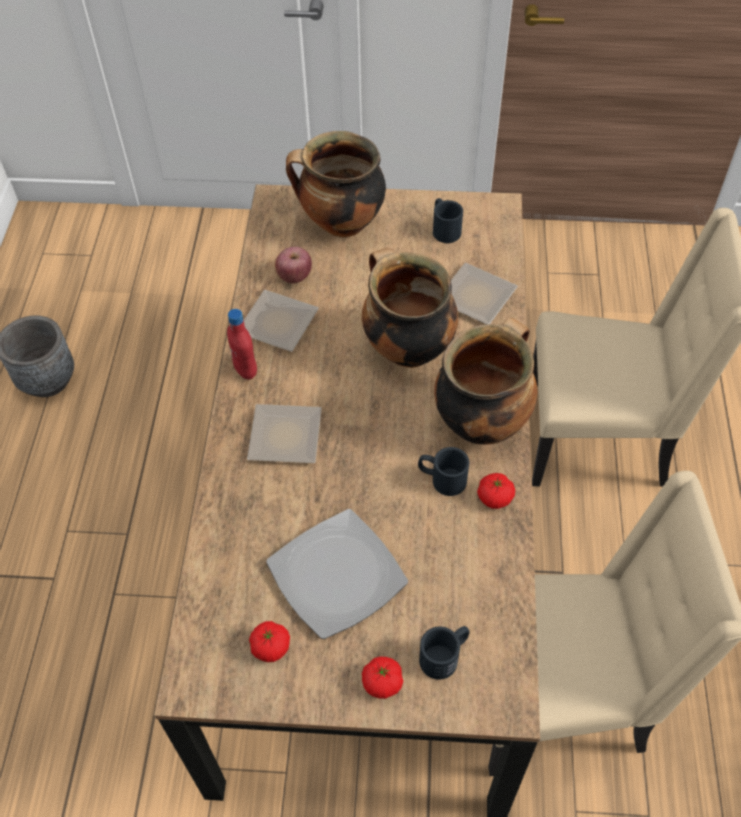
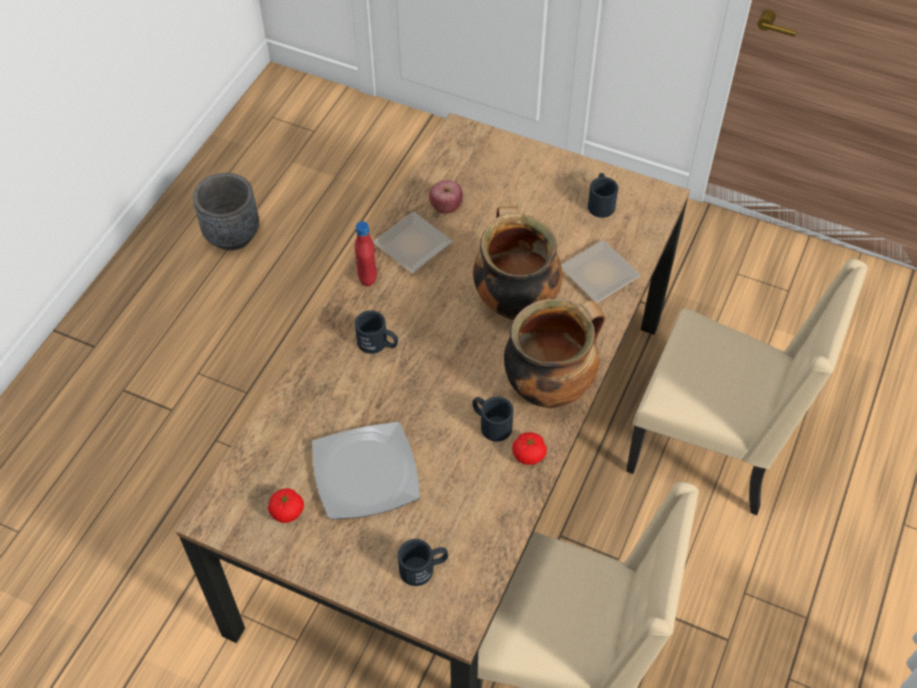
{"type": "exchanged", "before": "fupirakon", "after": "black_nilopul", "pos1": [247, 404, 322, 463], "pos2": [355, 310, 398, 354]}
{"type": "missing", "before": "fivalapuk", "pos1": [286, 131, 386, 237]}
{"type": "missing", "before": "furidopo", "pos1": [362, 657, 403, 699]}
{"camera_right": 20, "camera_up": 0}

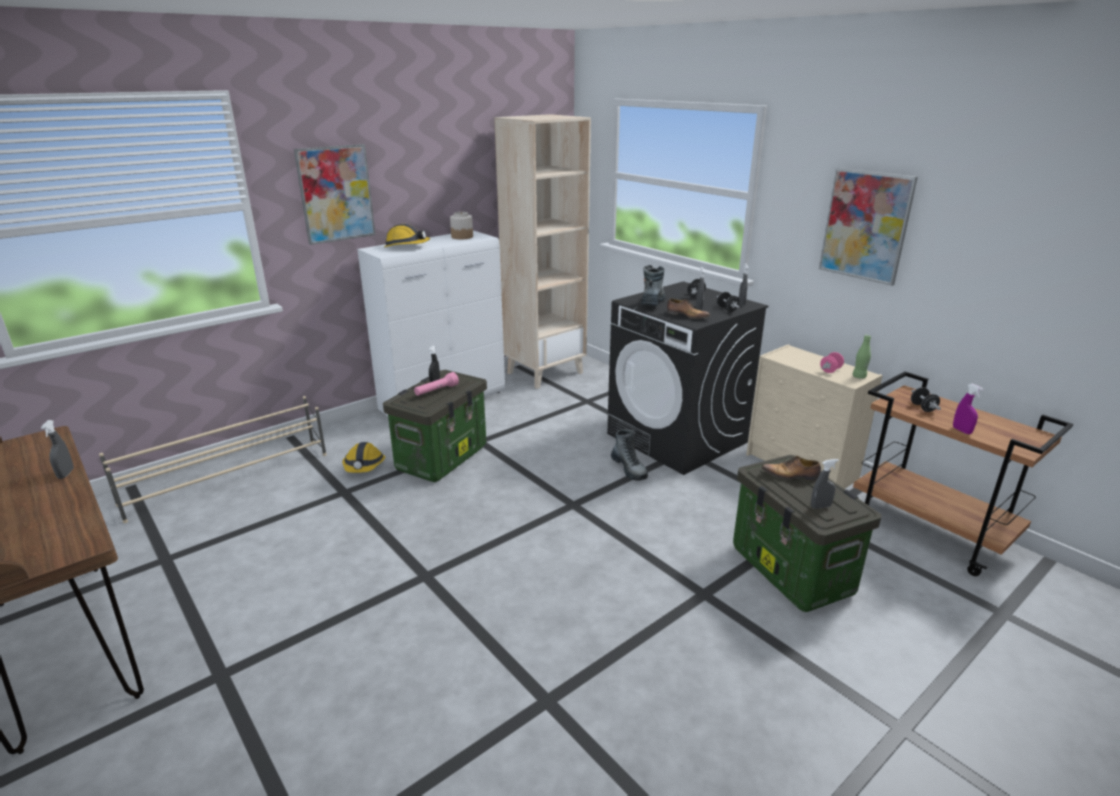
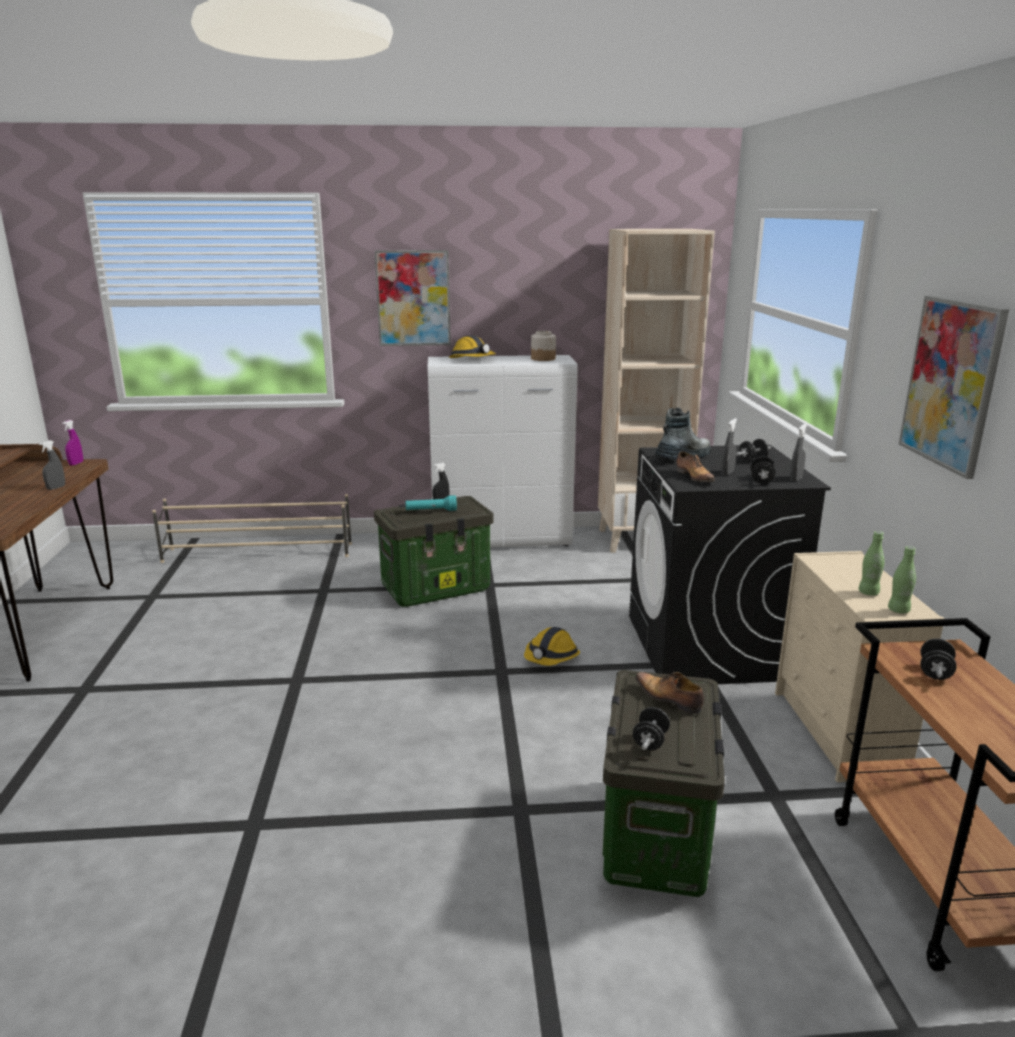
{"type": "relocated", "before": "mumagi", "pos1": [342, 442, 385, 473], "pos2": [524, 627, 580, 666]}
{"type": "colour", "before": "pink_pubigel", "after": "turquoise_pubigel", "pos1": [414, 372, 459, 396], "pos2": [405, 495, 457, 511]}
{"type": "missing", "before": "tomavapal", "pos1": [611, 429, 648, 481]}
{"type": "exchanged", "before": "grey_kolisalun", "after": "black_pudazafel", "pos1": [811, 459, 839, 509], "pos2": [633, 707, 670, 750]}
{"type": "exchanged", "before": "pink_pudazafel", "after": "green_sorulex", "pos1": [820, 352, 844, 373], "pos2": [859, 531, 884, 596]}
{"type": "relocated", "before": "purple_kolisalun", "pos1": [953, 384, 983, 434], "pos2": [62, 420, 83, 466]}
{"camera_right": 35, "camera_up": -5}

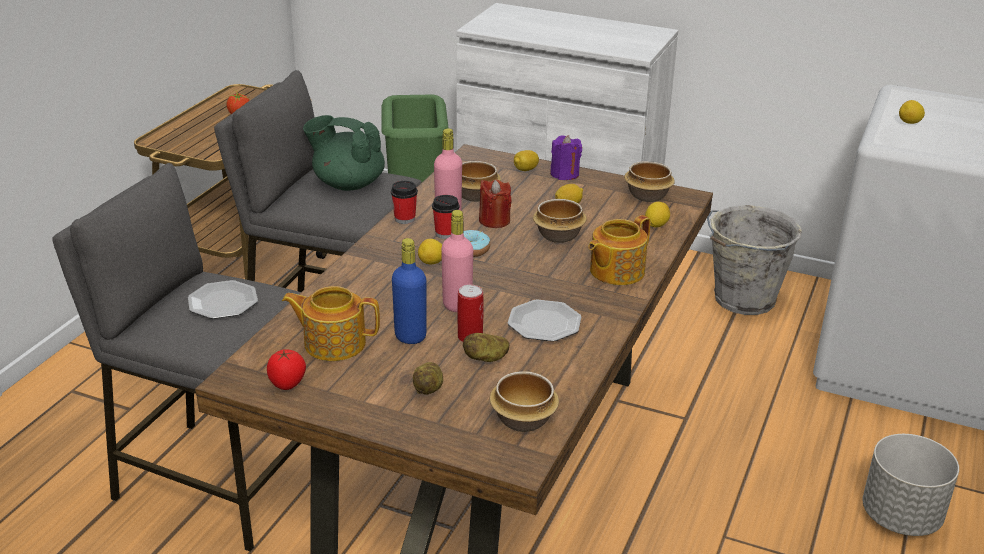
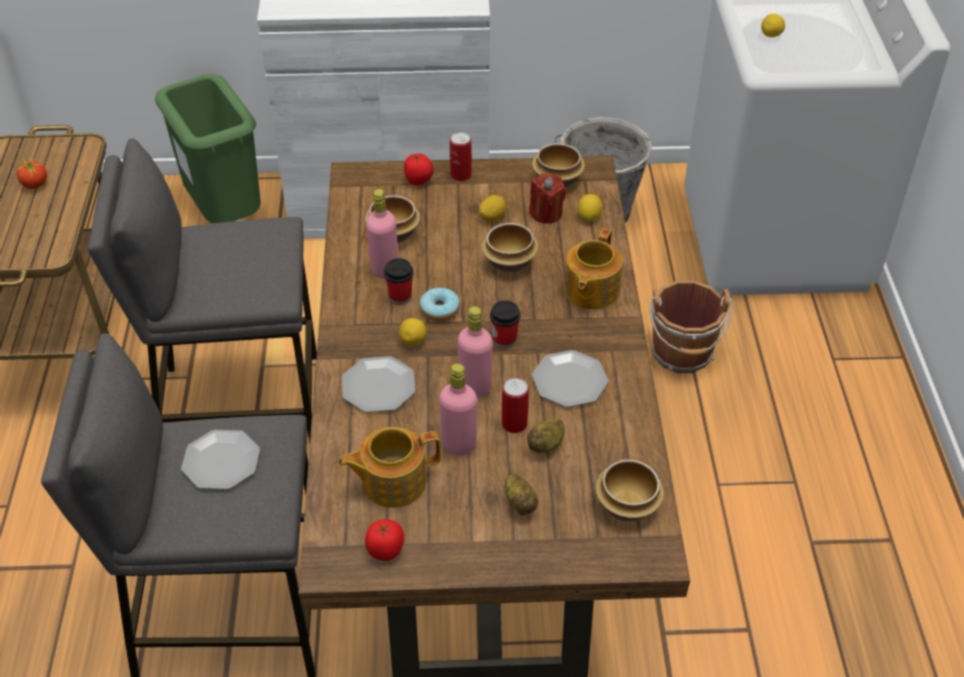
{"type": "missing", "before": "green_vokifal", "pos1": [303, 115, 385, 191]}
{"type": "relocated", "before": "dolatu", "pos1": [391, 181, 418, 224], "pos2": [490, 300, 520, 348]}
{"type": "colour", "before": "blue_sorulex", "after": "pink_sorulex", "pos1": [392, 238, 426, 344], "pos2": [439, 363, 477, 455]}
{"type": "relocated", "before": "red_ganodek", "pos1": [479, 180, 512, 228], "pos2": [529, 173, 566, 224]}
{"type": "exchanged", "before": "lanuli", "after": "furidopo", "pos1": [514, 150, 539, 171], "pos2": [404, 153, 434, 185]}
{"type": "exchanged", "before": "purple_ganodek", "after": "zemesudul", "pos1": [550, 135, 582, 180], "pos2": [450, 132, 472, 181]}
{"type": "missing", "before": "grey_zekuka", "pos1": [862, 434, 959, 536]}
{"type": "appeared", "after": "fupirakon", "pos2": [342, 356, 415, 413]}
{"type": "appeared", "after": "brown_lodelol", "pos2": [650, 281, 733, 373]}
{"camera_right": -25, "camera_up": 15}

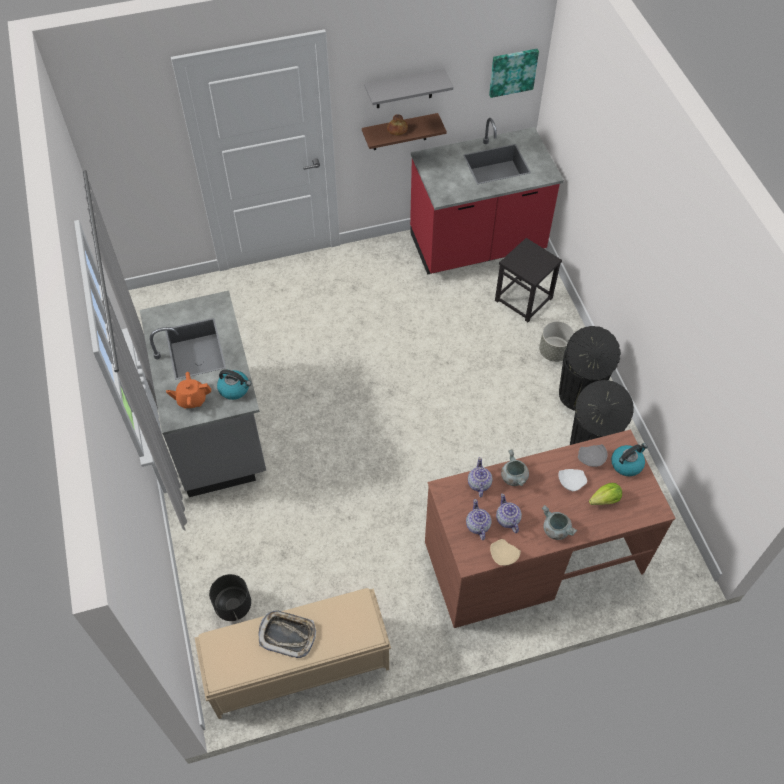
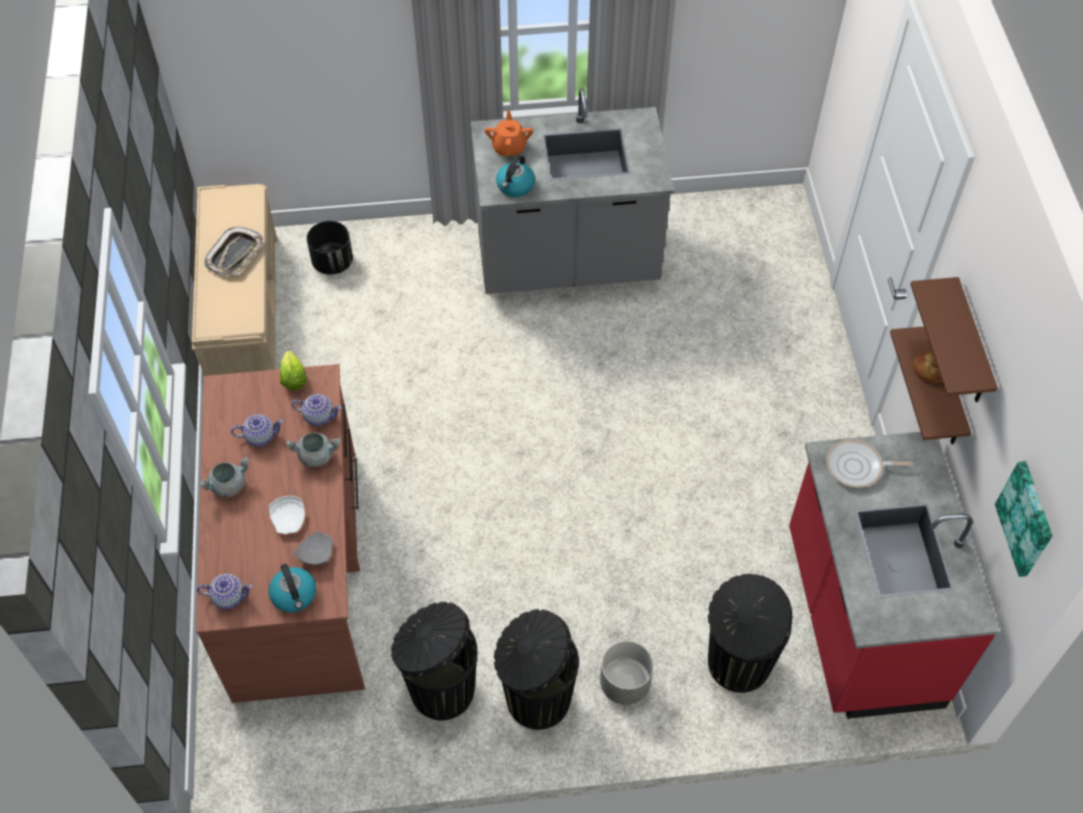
{"type": "colour", "before": "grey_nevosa", "after": "brown_nevosa", "pos1": [364, 69, 453, 108], "pos2": [910, 277, 998, 402]}
{"type": "relocated", "before": "vokifal", "pos1": [466, 499, 491, 540], "pos2": [197, 574, 253, 609]}
{"type": "missing", "before": "beige_fupirakon", "pos1": [490, 539, 521, 566]}
{"type": "exchanged", "before": "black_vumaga", "after": "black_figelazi", "pos1": [495, 238, 562, 322], "pos2": [708, 574, 792, 693]}
{"type": "relocated", "before": "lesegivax", "pos1": [589, 483, 622, 505], "pos2": [280, 351, 307, 391]}
{"type": "appeared", "after": "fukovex", "pos2": [826, 439, 913, 488]}
{"camera_right": 100, "camera_up": 0}

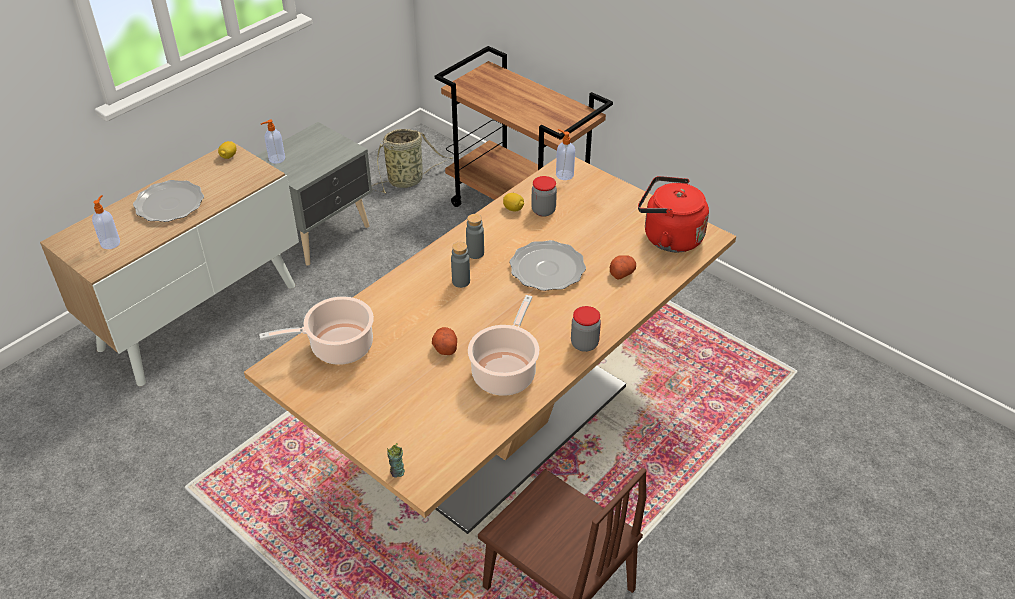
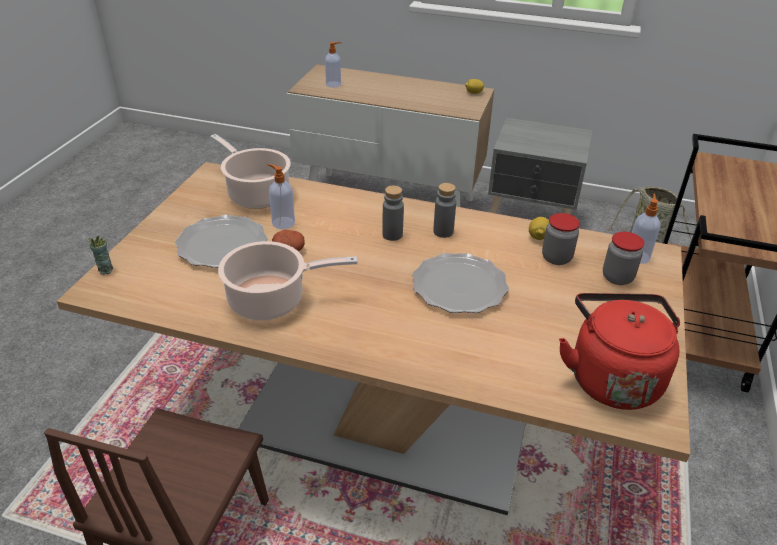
{"type": "relocated", "before": "fupirakon", "pos1": [133, 180, 204, 222], "pos2": [175, 215, 267, 268]}
{"type": "relocated", "before": "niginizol", "pos1": [261, 120, 285, 163], "pos2": [267, 164, 295, 229]}
{"type": "relocated", "before": "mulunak", "pos1": [571, 306, 601, 352], "pos2": [603, 232, 645, 285]}
{"type": "missing", "before": "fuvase", "pos1": [610, 255, 636, 280]}
{"camera_right": 65, "camera_up": -5}

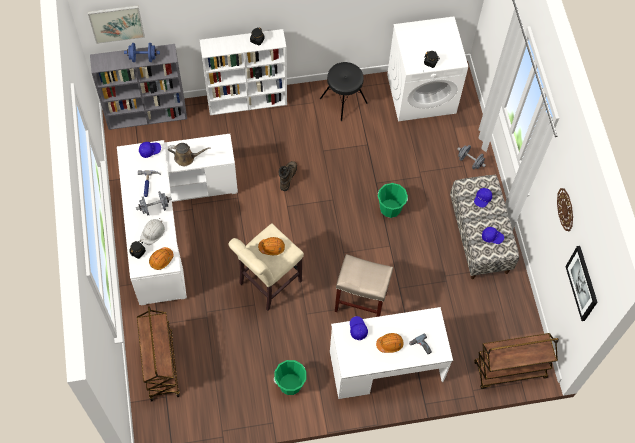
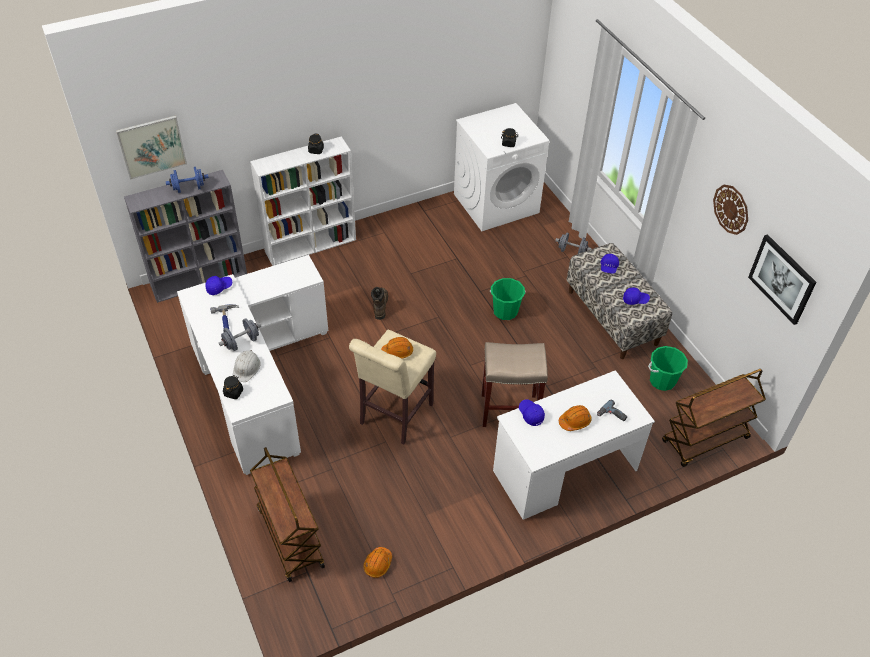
{"type": "relocated", "before": "orange_mumagi", "pos1": [149, 247, 174, 270], "pos2": [363, 547, 392, 578]}
{"type": "missing", "before": "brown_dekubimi", "pos1": [168, 143, 210, 166]}
{"type": "relocated", "before": "green_lodelol", "pos1": [274, 360, 306, 395], "pos2": [648, 346, 688, 391]}
{"type": "missing", "before": "black_vumaga", "pos1": [320, 62, 368, 121]}
{"camera_right": -15, "camera_up": -15}

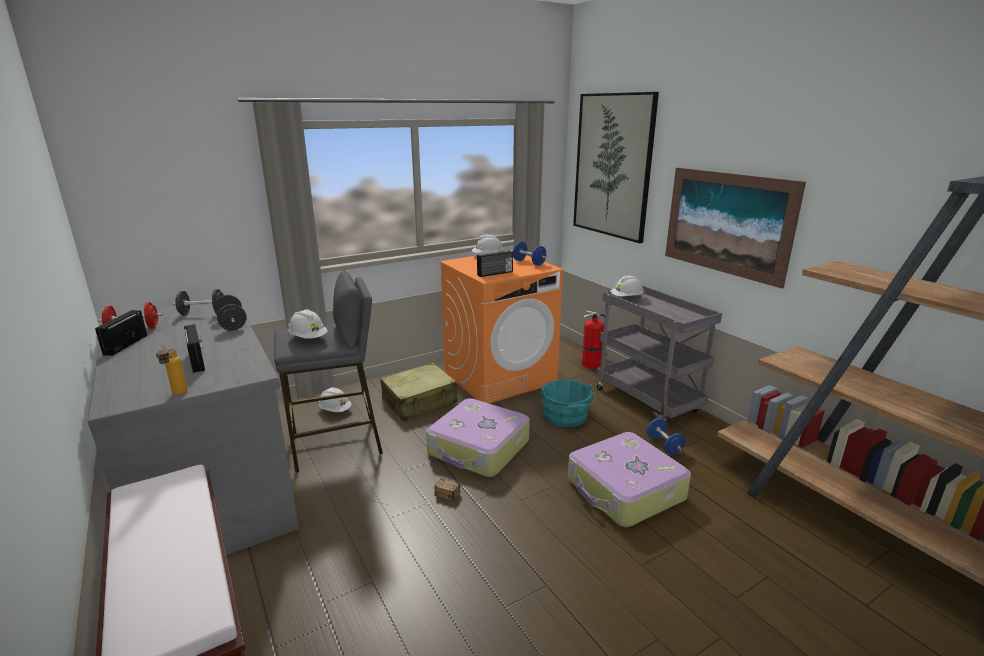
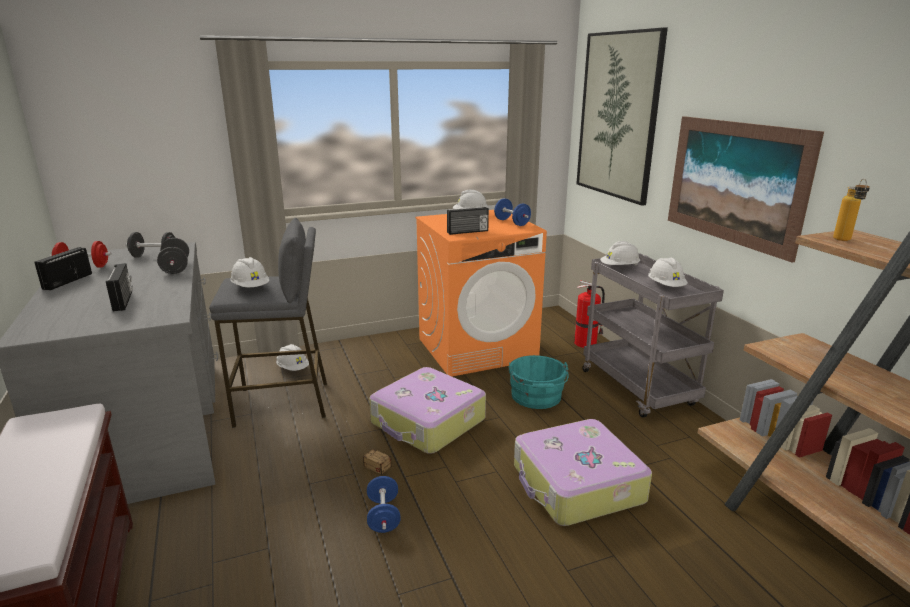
{"type": "relocated", "before": "sorulex", "pos1": [156, 345, 188, 395], "pos2": [833, 178, 870, 241]}
{"type": "missing", "before": "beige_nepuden", "pos1": [380, 363, 458, 421]}
{"type": "relocated", "before": "blue_pudazafel", "pos1": [647, 418, 686, 455], "pos2": [367, 476, 401, 533]}
{"type": "appeared", "after": "white_mumagi", "pos2": [648, 258, 688, 287]}
{"camera_right": 10, "camera_up": 0}

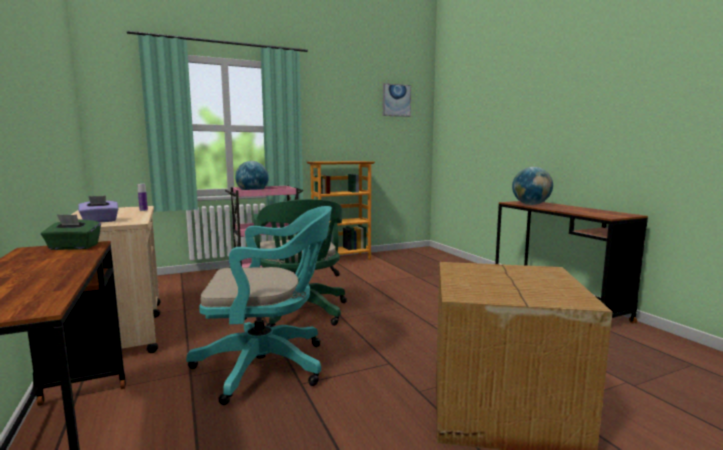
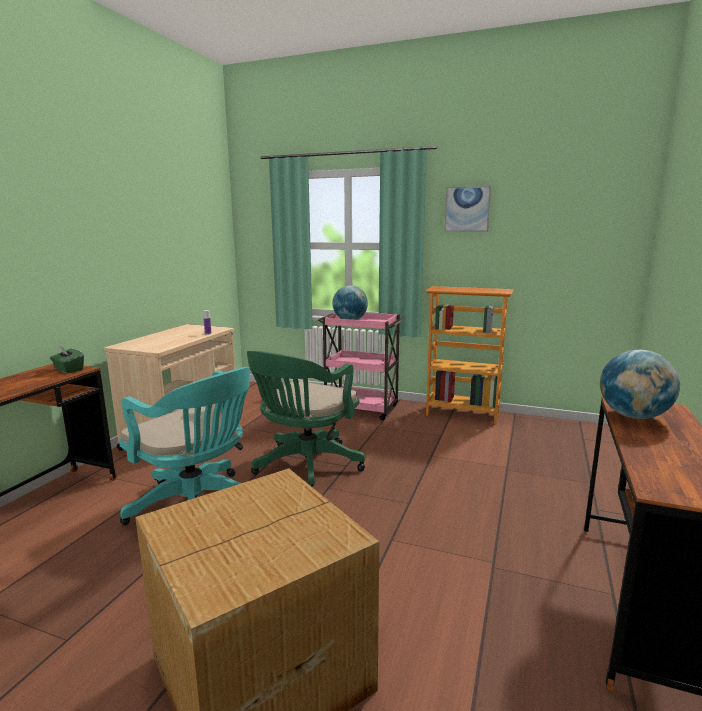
{"type": "missing", "before": "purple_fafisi", "pos1": [78, 196, 118, 222]}
{"type": "relocated", "before": "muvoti", "pos1": [383, 83, 411, 117], "pos2": [444, 186, 491, 232]}
{"camera_right": 45, "camera_up": 5}

